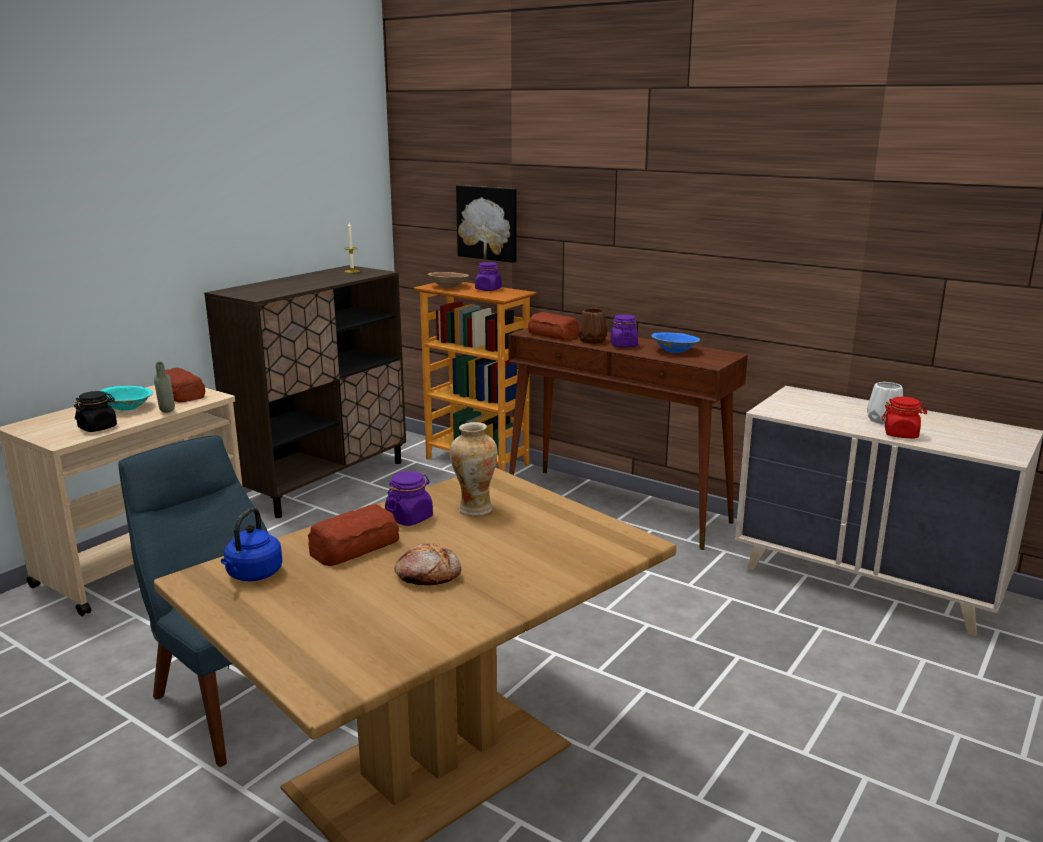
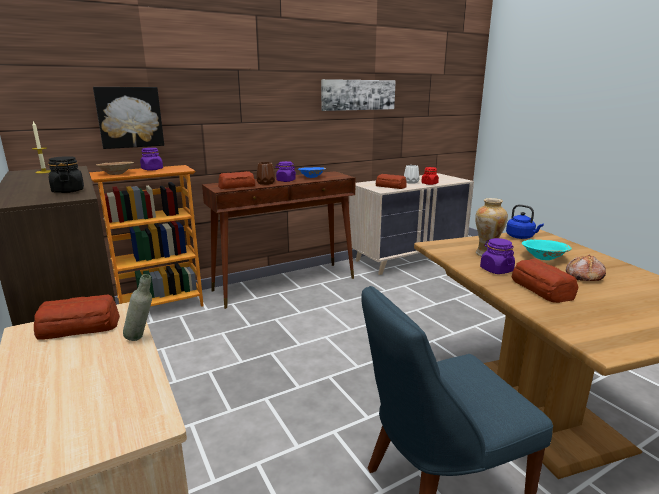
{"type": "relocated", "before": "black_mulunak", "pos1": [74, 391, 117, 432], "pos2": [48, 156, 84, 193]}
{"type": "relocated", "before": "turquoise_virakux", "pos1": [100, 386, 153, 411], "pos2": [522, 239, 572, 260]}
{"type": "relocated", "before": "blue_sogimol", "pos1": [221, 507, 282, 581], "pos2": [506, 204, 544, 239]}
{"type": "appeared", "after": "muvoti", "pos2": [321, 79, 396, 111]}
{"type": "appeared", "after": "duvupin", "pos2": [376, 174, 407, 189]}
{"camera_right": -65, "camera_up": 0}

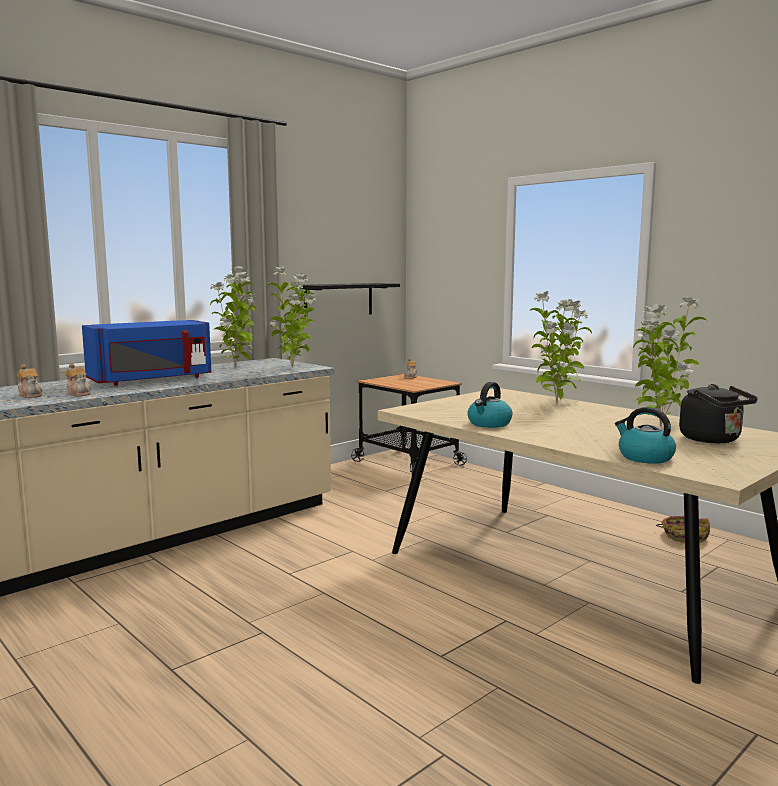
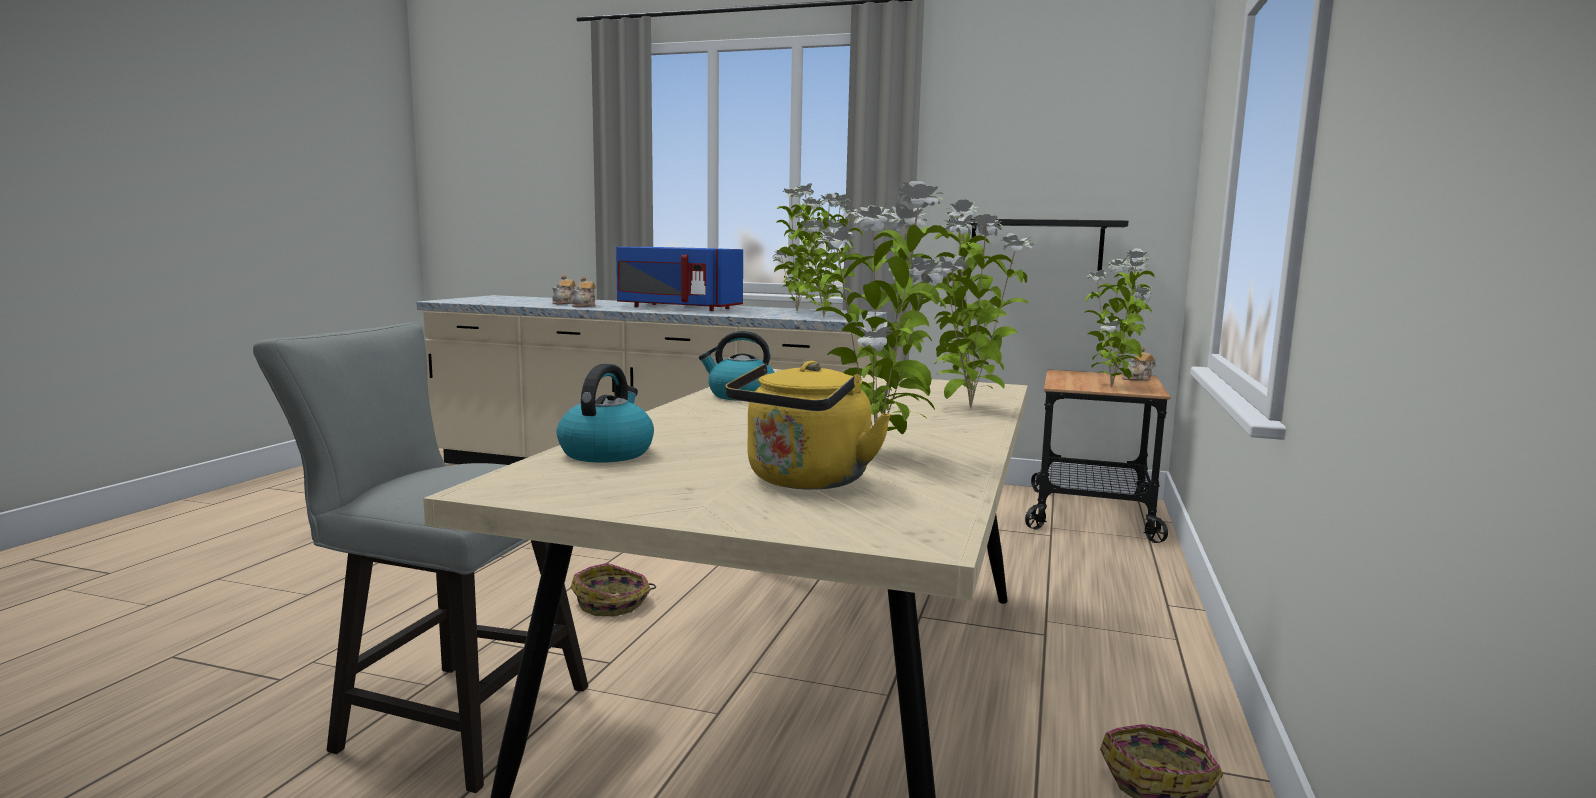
{"type": "colour", "before": "black_sogimol", "after": "yellow_sogimol", "pos1": [679, 384, 758, 443], "pos2": [725, 361, 891, 489]}
{"type": "appeared", "after": "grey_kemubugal", "pos2": [253, 322, 588, 793]}
{"type": "appeared", "after": "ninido", "pos2": [570, 563, 656, 616]}
{"type": "appeared", "after": "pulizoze", "pos2": [1084, 249, 1155, 387]}
{"camera_right": 60, "camera_up": 0}

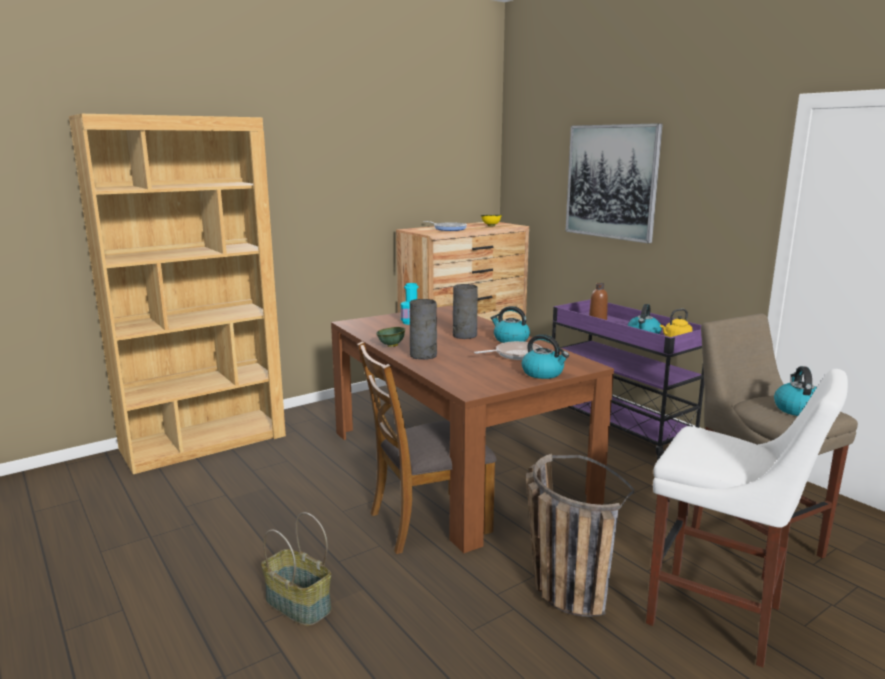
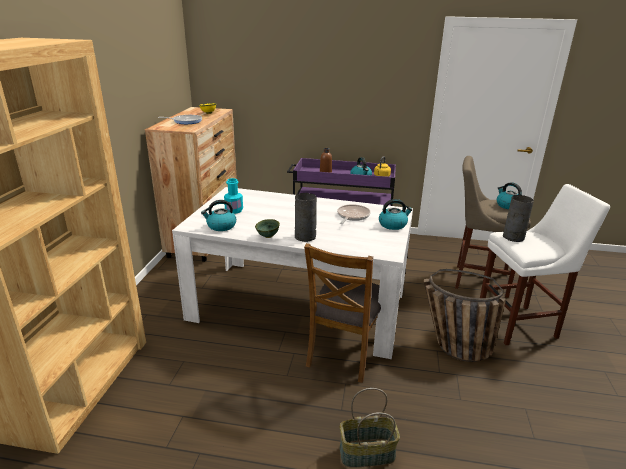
{"type": "colour", "before": "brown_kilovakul", "after": "white_kilovakul", "pos1": [331, 305, 614, 553], "pos2": [172, 187, 413, 359]}
{"type": "relocated", "before": "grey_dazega", "pos1": [453, 284, 478, 339], "pos2": [503, 195, 534, 242]}
{"type": "relocated", "before": "sogimol", "pos1": [491, 306, 530, 343], "pos2": [201, 200, 236, 231]}
{"type": "missing", "before": "muvoti", "pos1": [565, 123, 663, 244]}
{"camera_right": -45, "camera_up": 10}

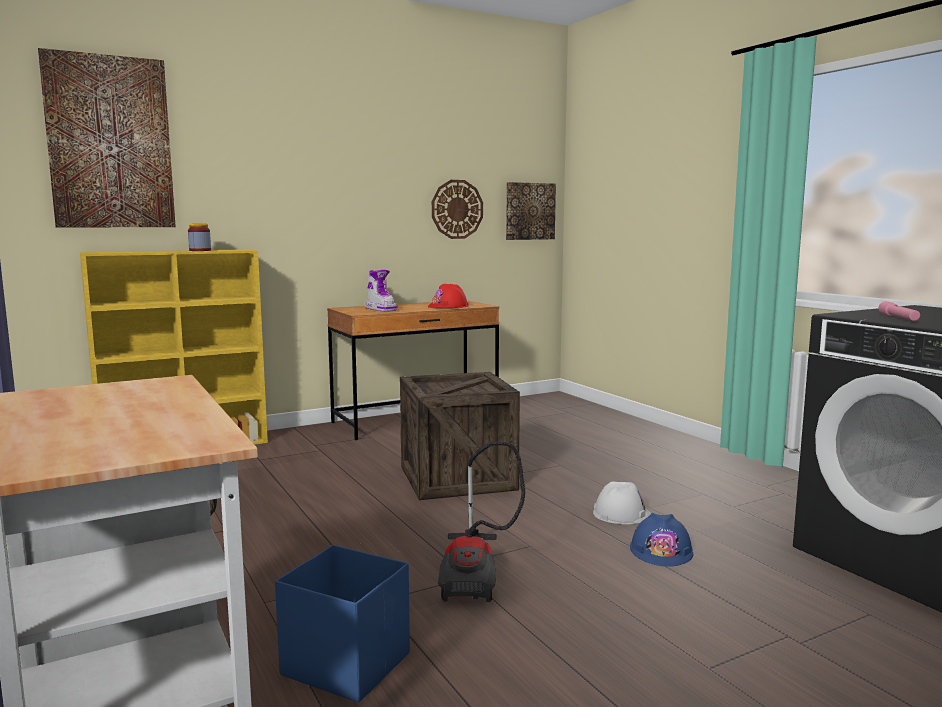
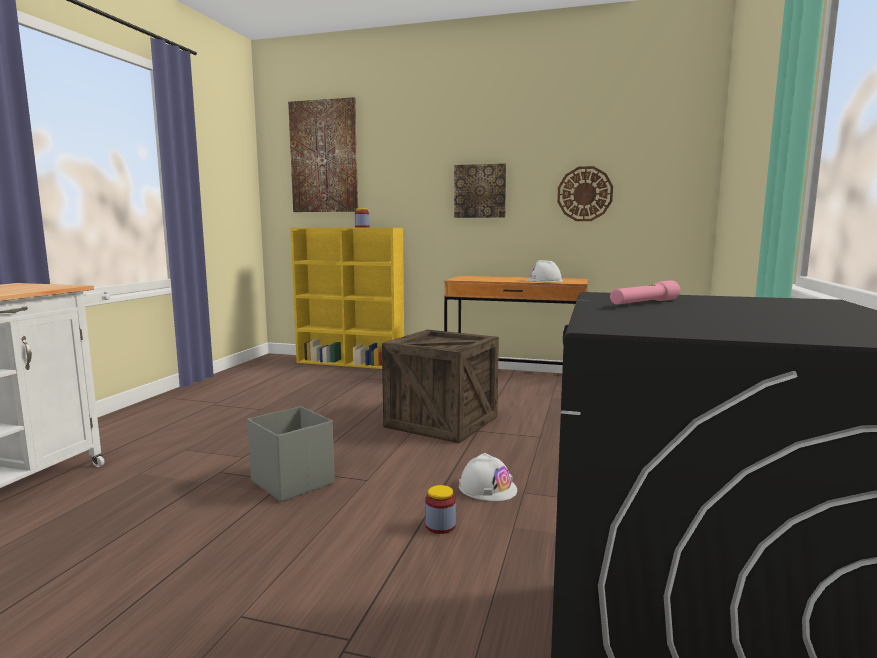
{"type": "missing", "before": "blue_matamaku", "pos1": [275, 545, 410, 703]}
{"type": "missing", "before": "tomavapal", "pos1": [365, 270, 398, 312]}
{"type": "colour", "before": "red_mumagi", "after": "white_mumagi", "pos1": [428, 284, 468, 308], "pos2": [525, 260, 563, 282]}
{"type": "exchanged", "before": "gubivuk", "after": "grey_matamaku", "pos1": [438, 441, 525, 602], "pos2": [247, 406, 335, 502]}
{"type": "relocated", "before": "muvoti", "pos1": [506, 182, 556, 240], "pos2": [454, 163, 506, 218]}
{"type": "exchanged", "before": "blue_mumagi", "after": "mulunak", "pos1": [630, 513, 693, 567], "pos2": [425, 485, 456, 534]}
{"camera_right": 45, "camera_up": 0}

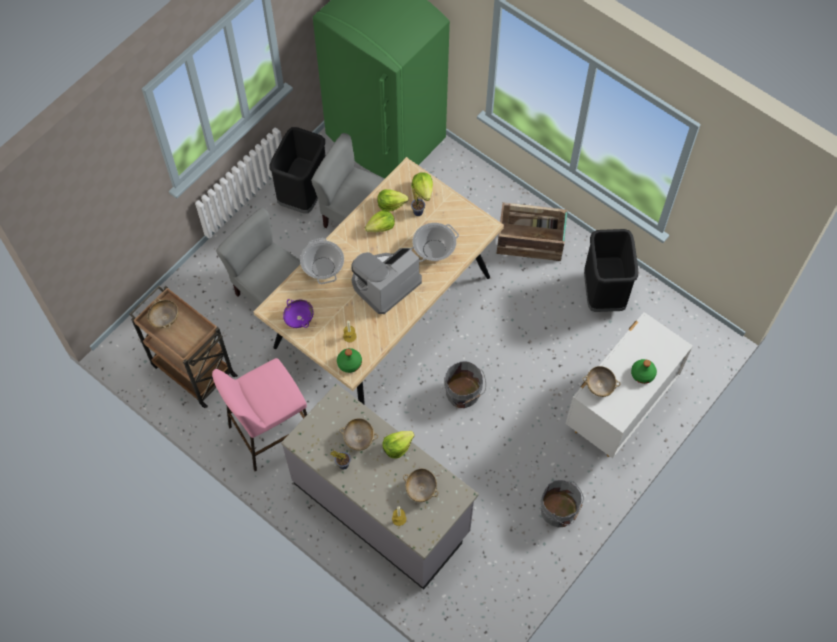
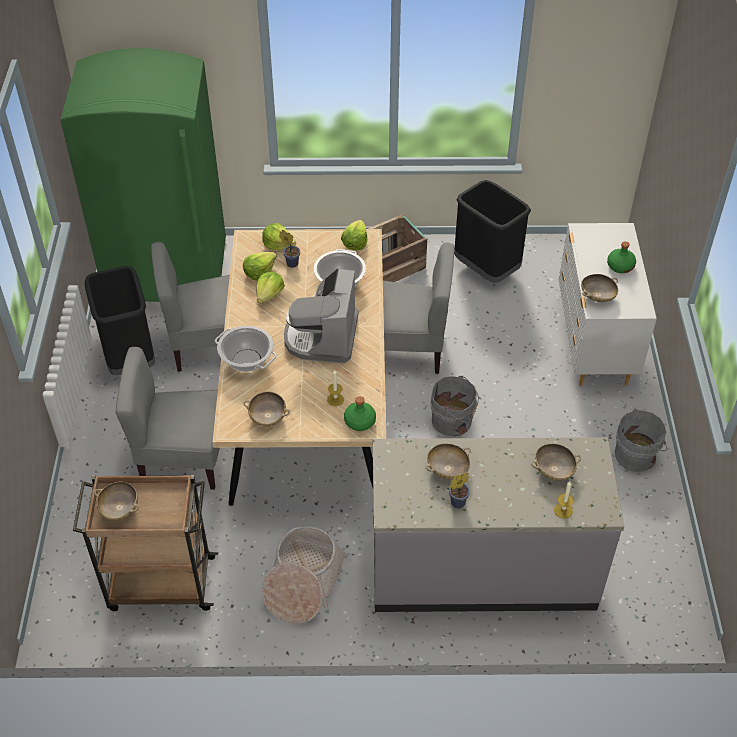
{"type": "exchanged", "before": "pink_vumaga", "after": "ninido", "pos1": [212, 358, 307, 471], "pos2": [262, 526, 348, 624]}
{"type": "colour", "before": "purple_virakux", "after": "beige_virakux", "pos1": [283, 299, 313, 328], "pos2": [244, 392, 290, 426]}
{"type": "relocated", "before": "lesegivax", "pos1": [382, 431, 415, 458], "pos2": [341, 220, 368, 250]}
{"type": "appeared", "after": "grey_kemubugal", "pos2": [383, 243, 454, 374]}
{"camera_right": -40, "camera_up": -15}

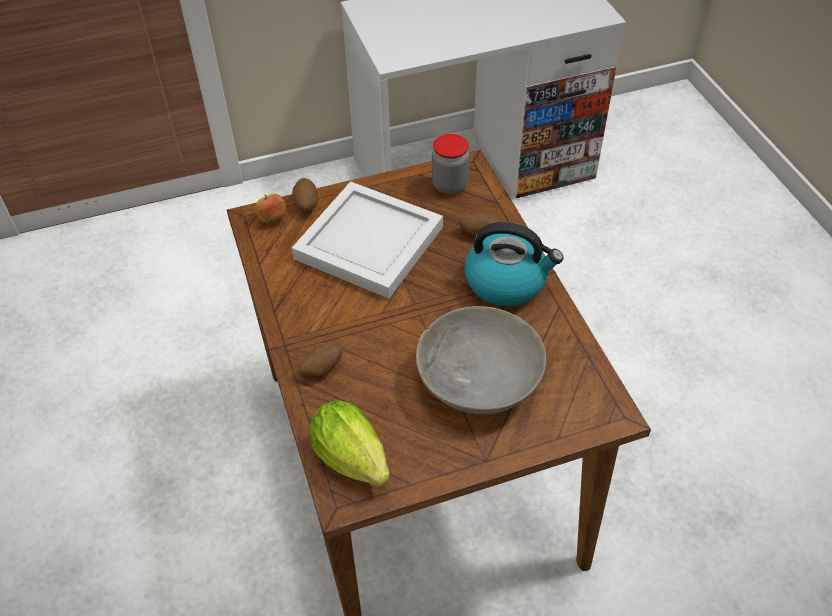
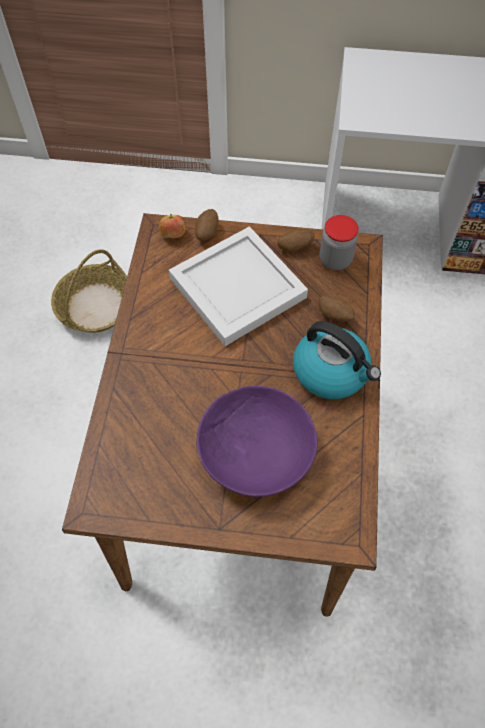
{"type": "relocated", "before": "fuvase", "pos1": [299, 342, 342, 377], "pos2": [277, 229, 315, 251]}
{"type": "missing", "before": "lesegivax", "pos1": [309, 400, 390, 486]}
{"type": "colour", "before": "grey_virakux", "after": "purple_virakux", "pos1": [416, 306, 546, 414], "pos2": [196, 386, 318, 497]}
{"type": "appeared", "after": "ninido", "pos2": [51, 249, 127, 333]}
{"camera_right": 25, "camera_up": 10}

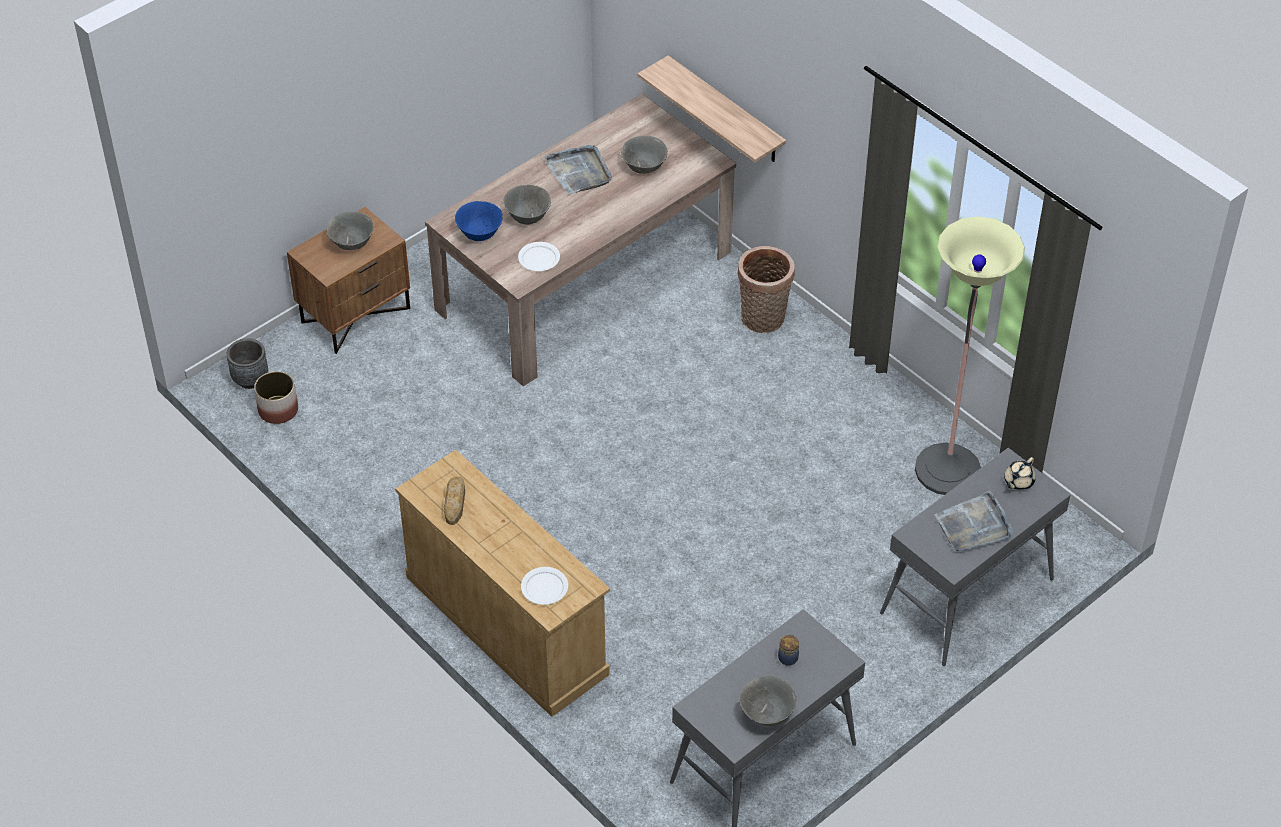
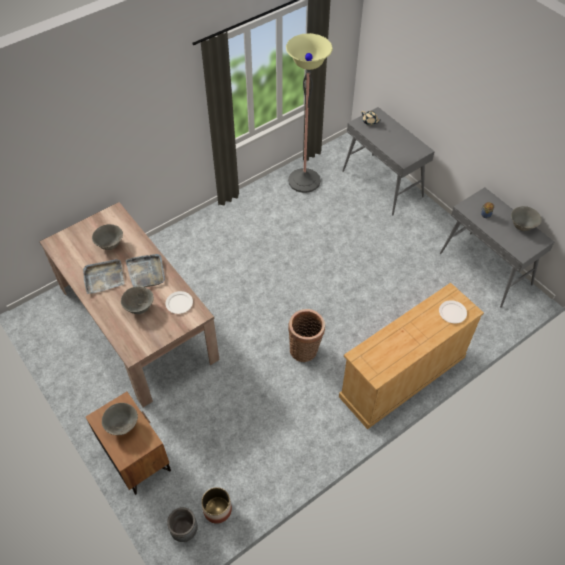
{"type": "missing", "before": "duvupin", "pos1": [444, 477, 465, 525]}
{"type": "missing", "before": "blue_virakux", "pos1": [455, 201, 503, 241]}
{"type": "missing", "before": "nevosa", "pos1": [638, 55, 786, 163]}
{"type": "relocated", "before": "ninido", "pos1": [738, 246, 795, 333], "pos2": [288, 309, 325, 362]}
{"type": "relocated", "before": "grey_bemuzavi", "pos1": [934, 490, 1013, 551], "pos2": [125, 254, 165, 287]}
{"camera_right": -85, "camera_up": 5}

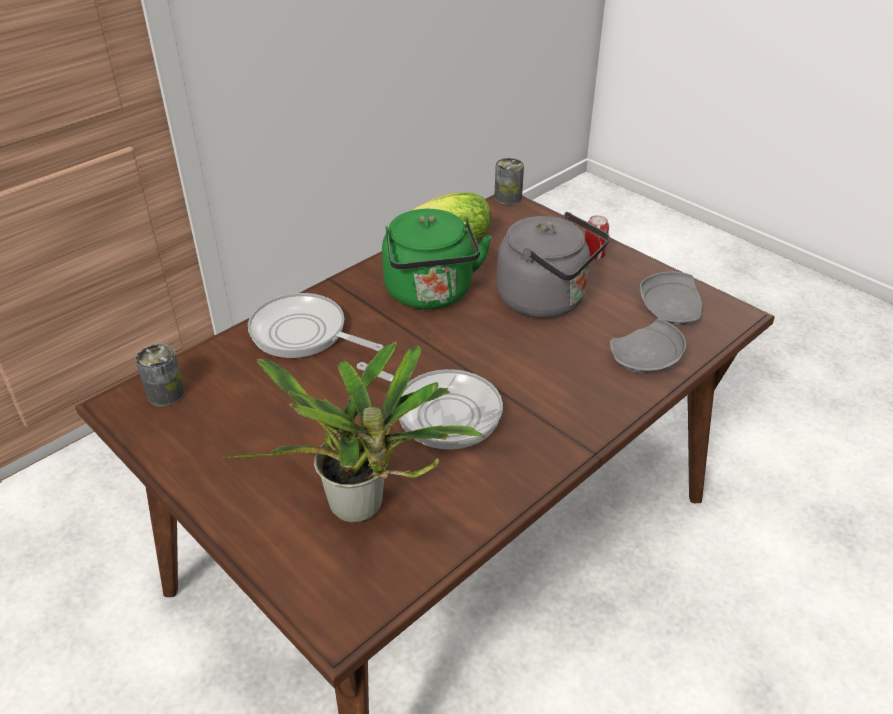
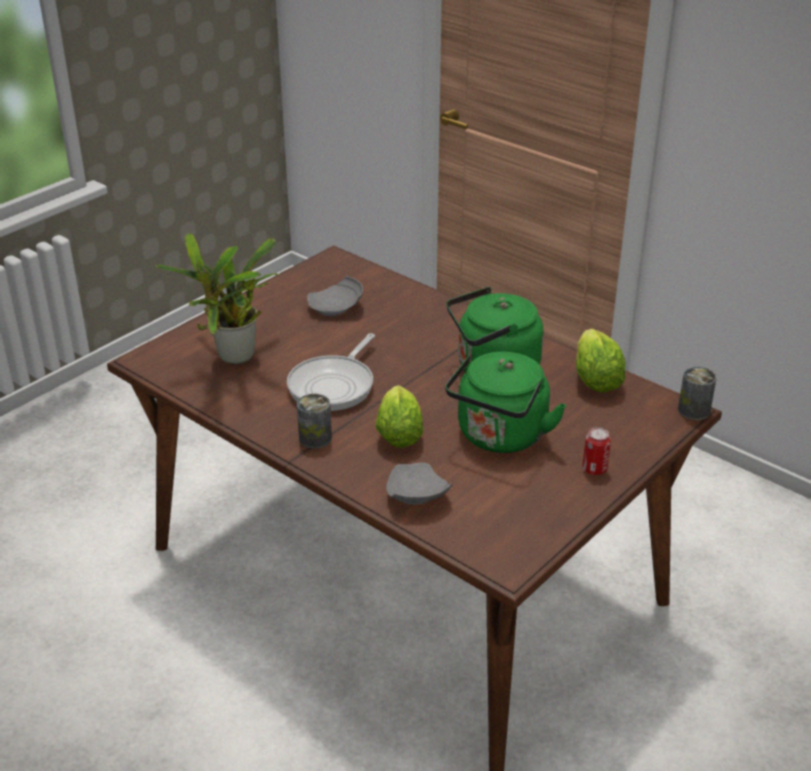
{"type": "relocated", "before": "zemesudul", "pos1": [135, 344, 185, 407], "pos2": [297, 394, 332, 449]}
{"type": "missing", "before": "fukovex", "pos1": [248, 293, 383, 358]}
{"type": "colour", "before": "grey_sogimol", "after": "green_sogimol", "pos1": [497, 212, 610, 318], "pos2": [445, 352, 566, 453]}
{"type": "relocated", "before": "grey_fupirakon", "pos1": [640, 272, 702, 326], "pos2": [307, 276, 363, 316]}
{"type": "appeared", "after": "lesegivax", "pos2": [376, 385, 423, 448]}
{"camera_right": 85, "camera_up": -5}

